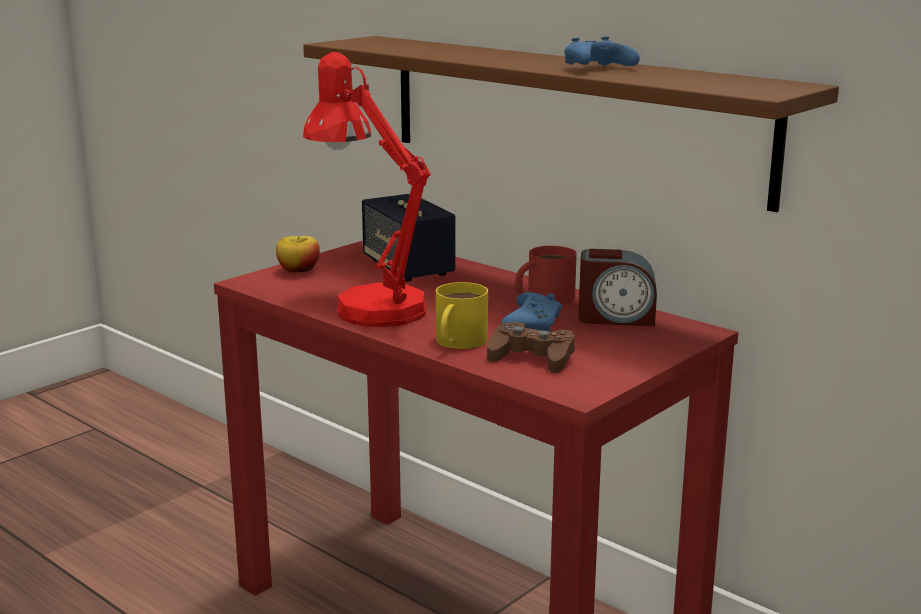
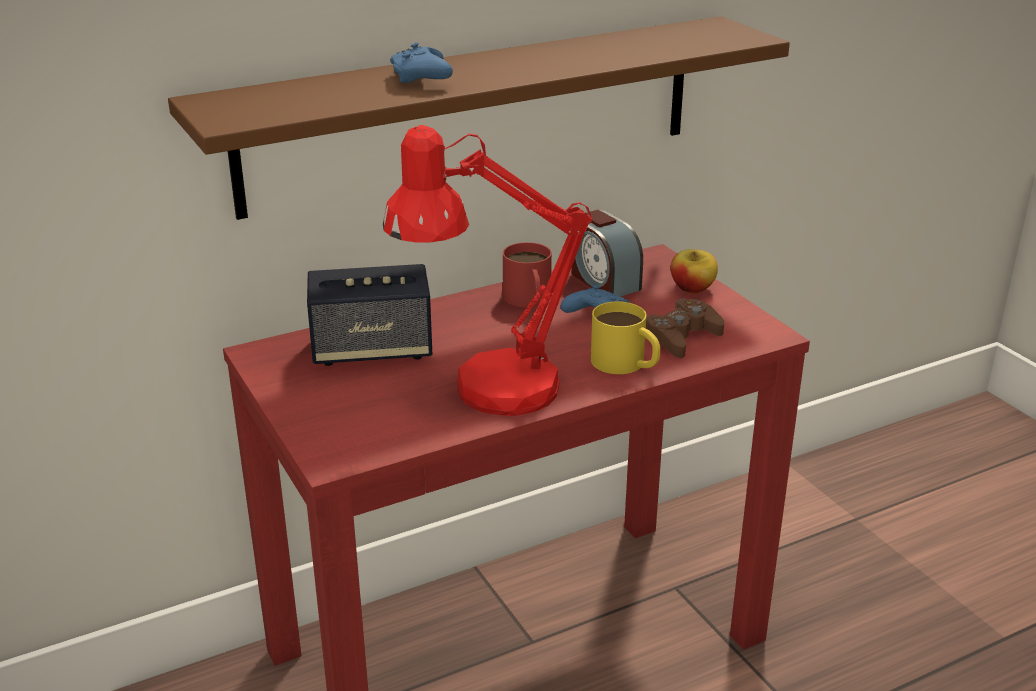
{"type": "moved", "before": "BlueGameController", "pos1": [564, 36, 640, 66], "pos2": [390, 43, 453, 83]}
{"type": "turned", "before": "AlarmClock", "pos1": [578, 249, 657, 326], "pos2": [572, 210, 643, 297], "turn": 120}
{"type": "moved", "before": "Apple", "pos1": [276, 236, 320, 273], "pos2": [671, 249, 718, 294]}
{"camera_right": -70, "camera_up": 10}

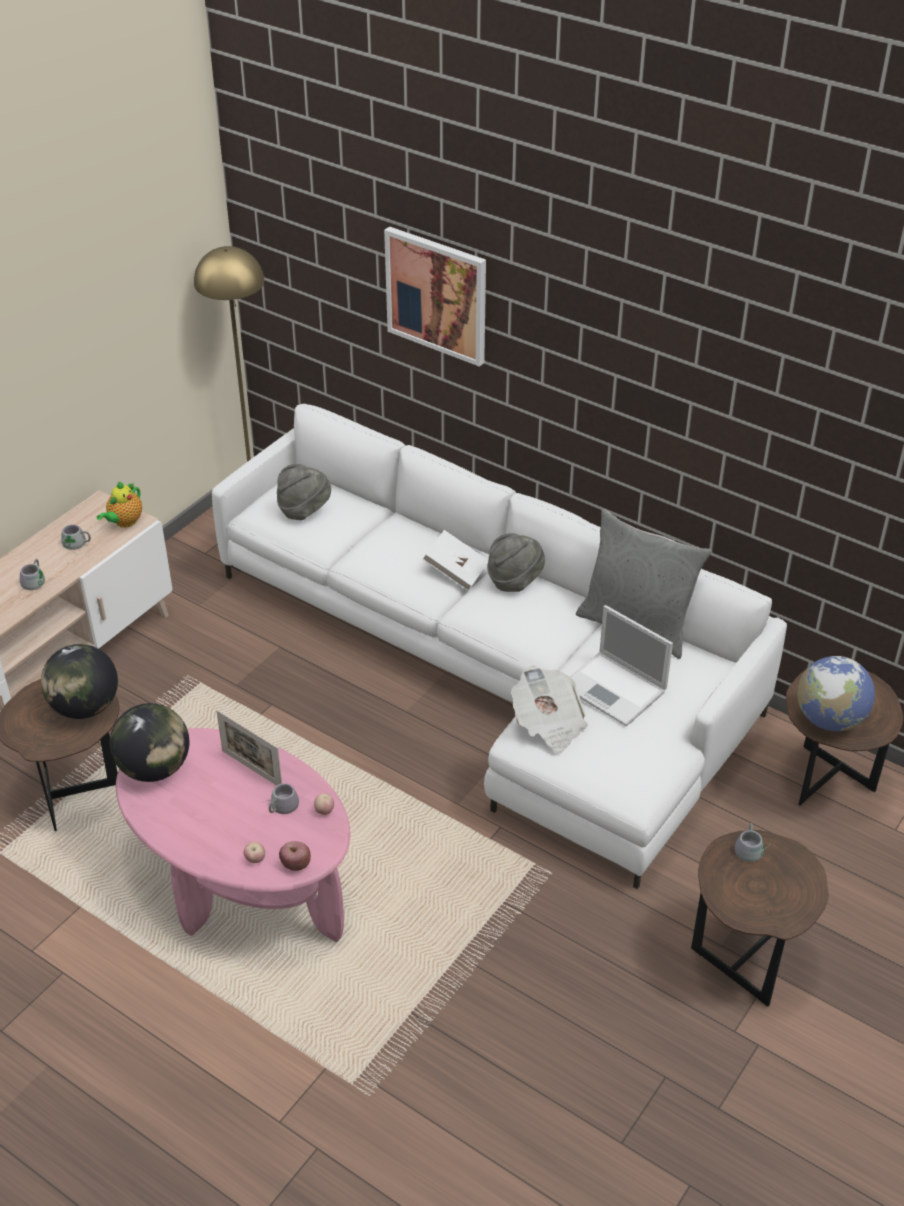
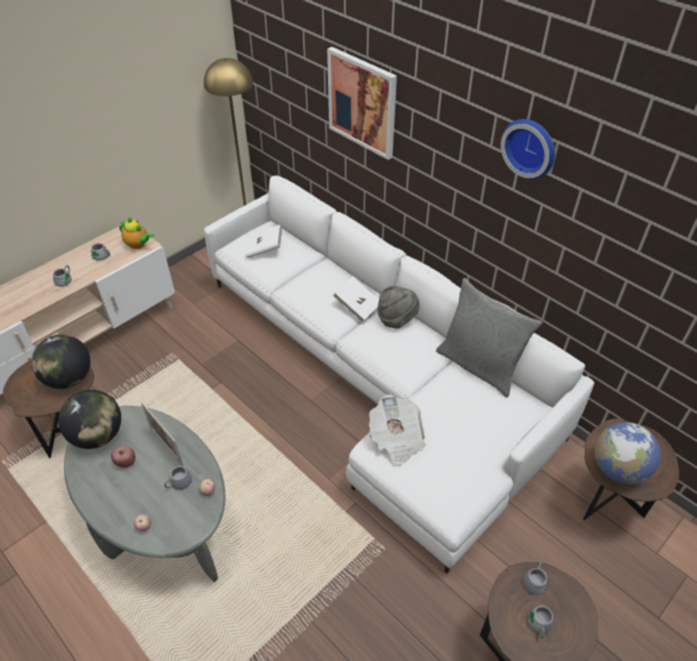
{"type": "recoloured", "before": "PinkCoffeeTable", "after": "GreyCoffeeTable", "pos1": [116, 728, 350, 942], "pos2": [64, 406, 225, 582]}
{"type": "moved", "before": "Apple", "pos1": [279, 841, 311, 871], "pos2": [111, 446, 135, 467]}
{"type": "turned", "before": "Teapot", "pos1": [97, 482, 142, 528], "pos2": [119, 217, 154, 249], "turn": -105}
{"type": "replaced", "before": "GreyHat", "after": "WhiteBook", "pos1": [277, 464, 331, 520], "pos2": [245, 225, 283, 258]}
{"type": "added", "after": "WallClock", "pos2": [501, 119, 555, 179]}
{"type": "added", "after": "GreyMug", "pos2": [521, 606, 554, 639]}
{"type": "removed", "before": "Laptop", "pos1": [570, 605, 673, 726]}
{"camera_right": 10, "camera_up": 5}

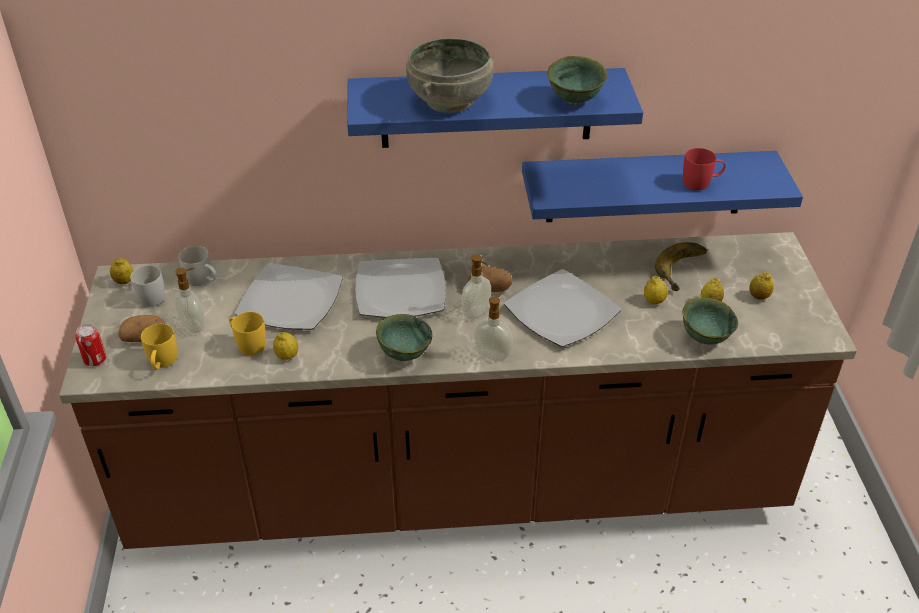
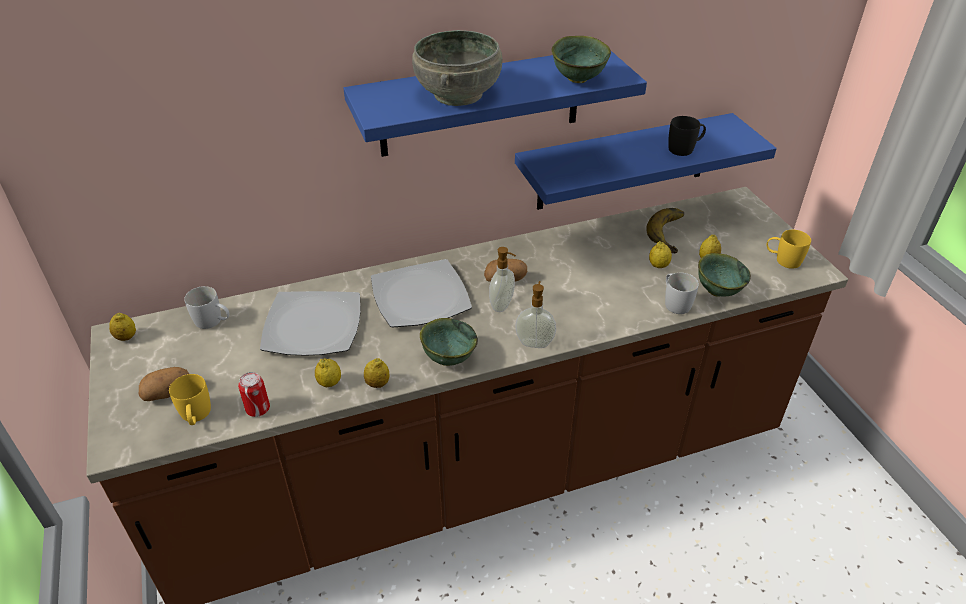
{"type": "moved", "before": "Can", "pos1": [75, 324, 106, 366], "pos2": [238, 372, 270, 417]}
{"type": "moved", "before": "Lemon", "pos1": [749, 272, 774, 300], "pos2": [364, 358, 389, 388]}
{"type": "moved", "before": "WhiteMug", "pos1": [130, 265, 165, 307], "pos2": [665, 273, 699, 314]}
{"type": "recoloured", "before": "RedMug", "after": "BlackMug", "pos1": [683, 148, 726, 190], "pos2": [668, 116, 706, 156]}
{"type": "moved", "before": "YellowMug", "pos1": [229, 312, 266, 355], "pos2": [766, 230, 811, 269]}
{"type": "removed", "before": "SoapDispenser", "pos1": [174, 268, 205, 333]}
{"type": "removed", "before": "Plate", "pos1": [504, 269, 621, 347]}
{"camera_right": -15, "camera_up": 0}

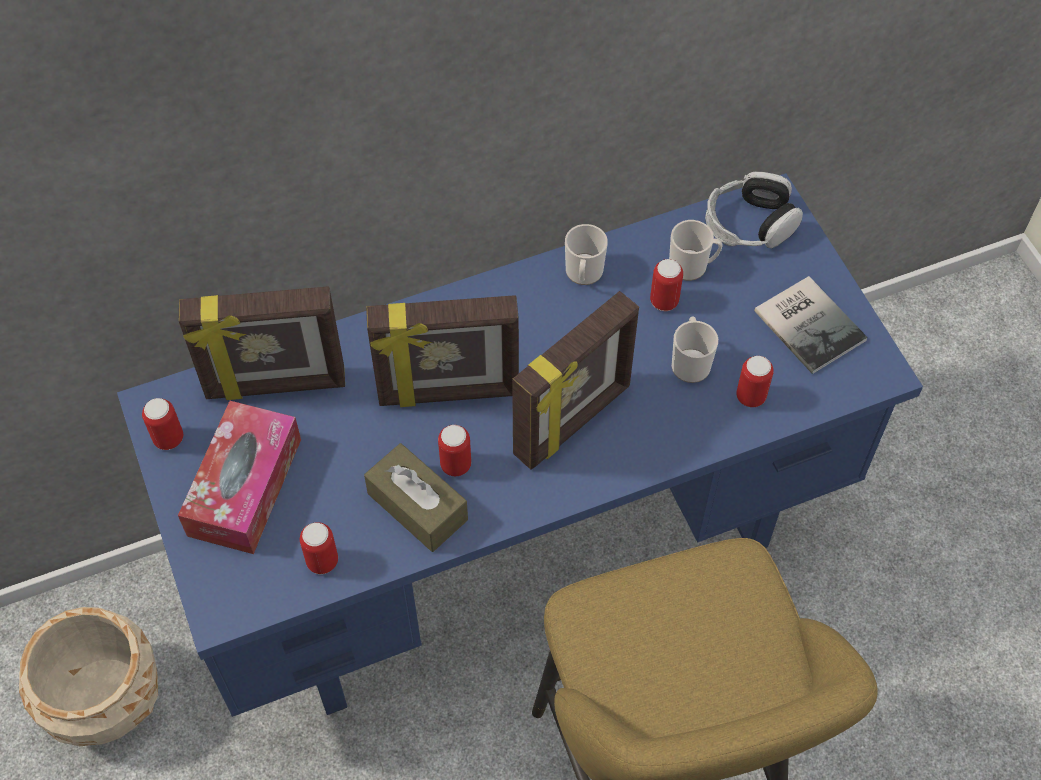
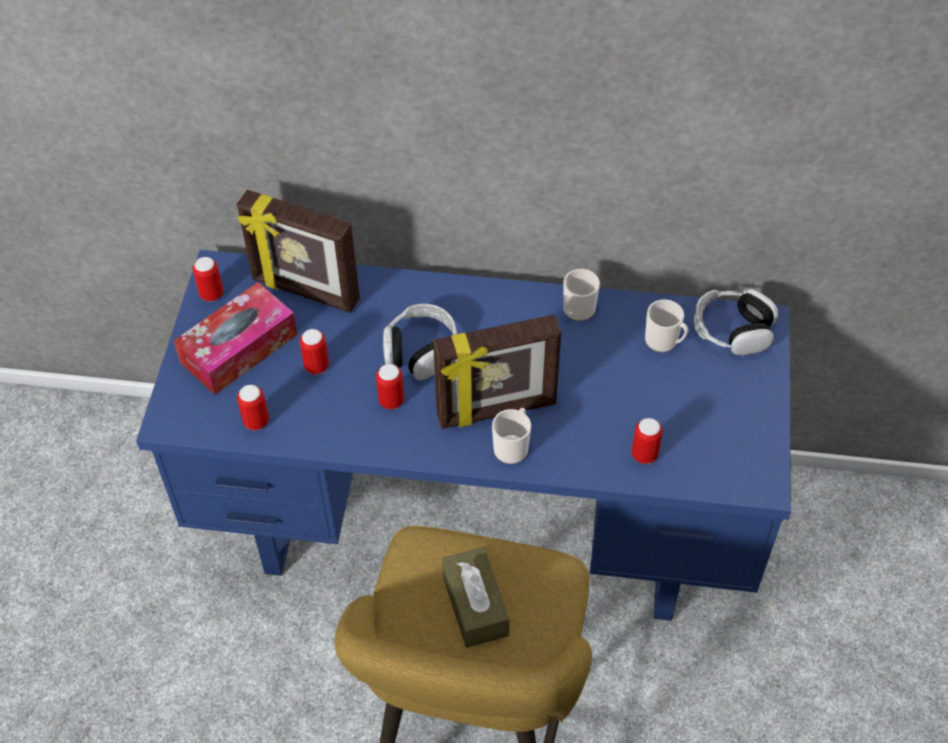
{"type": "moved", "before": "Can", "pos1": [650, 259, 683, 311], "pos2": [300, 329, 329, 375]}
{"type": "replaced", "before": "PictureFrame", "after": "Headphones", "pos1": [366, 295, 519, 407], "pos2": [383, 304, 457, 381]}
{"type": "moved", "before": "BrownTissueBox", "pos1": [364, 443, 468, 552], "pos2": [442, 547, 510, 648]}
{"type": "moved", "before": "Mug", "pos1": [672, 316, 718, 383], "pos2": [492, 408, 531, 464]}
{"type": "removed", "before": "BeigePlanter", "pos1": [19, 607, 158, 746]}
{"type": "removed", "before": "Book", "pos1": [754, 276, 868, 374]}
{"camera_right": 30, "camera_up": -5}

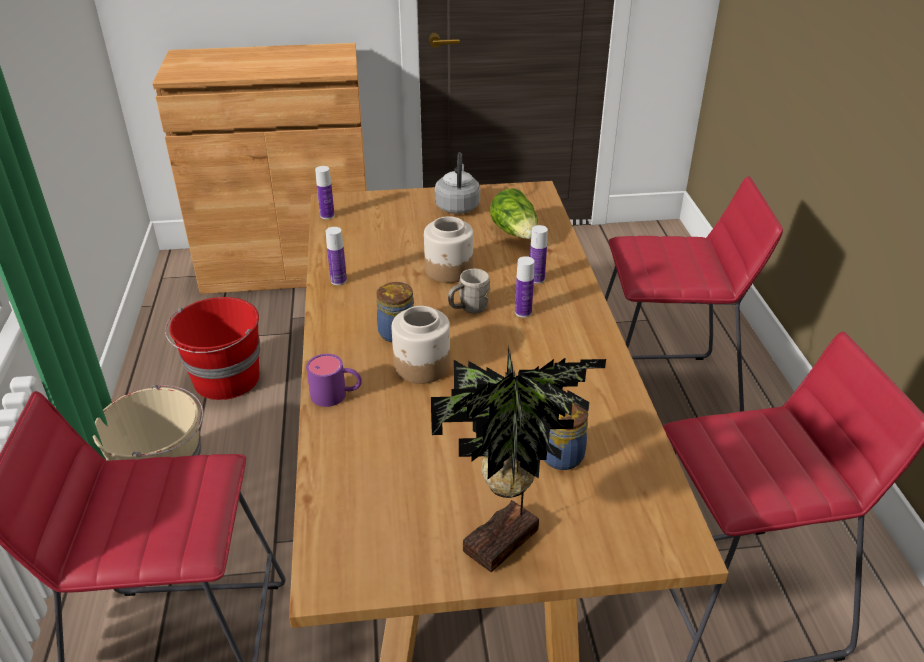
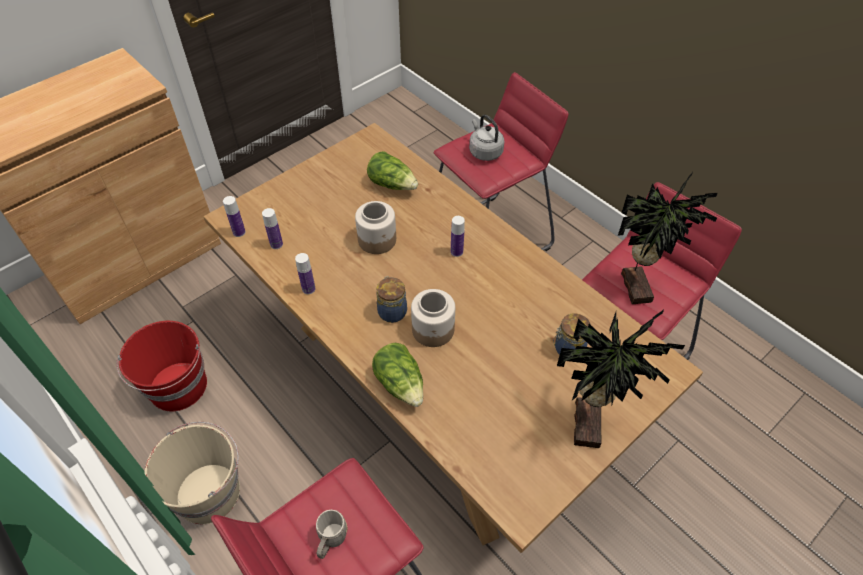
{"type": "moved", "before": "Bottle", "pos1": [530, 225, 548, 284], "pos2": [262, 208, 283, 249]}
{"type": "moved", "before": "GreyMug", "pos1": [448, 268, 491, 313], "pos2": [316, 510, 348, 559]}
{"type": "replaced", "before": "PurpleMug", "after": "Lettuce", "pos1": [306, 354, 362, 407], "pos2": [372, 343, 423, 407]}
{"type": "moved", "before": "GreyKettle", "pos1": [435, 152, 480, 214], "pos2": [469, 115, 504, 161]}
{"type": "added", "after": "PottedPlant", "pos2": [618, 172, 718, 304]}
{"camera_right": -35, "camera_up": 15}

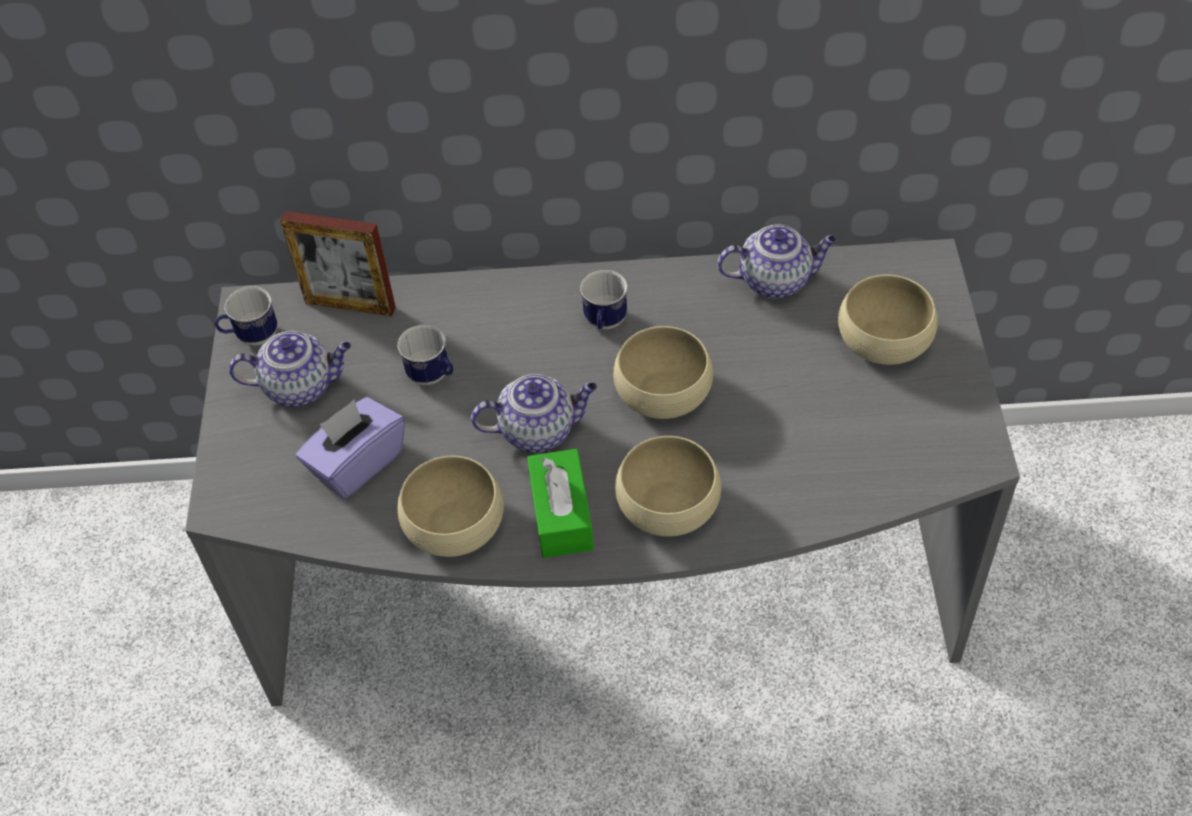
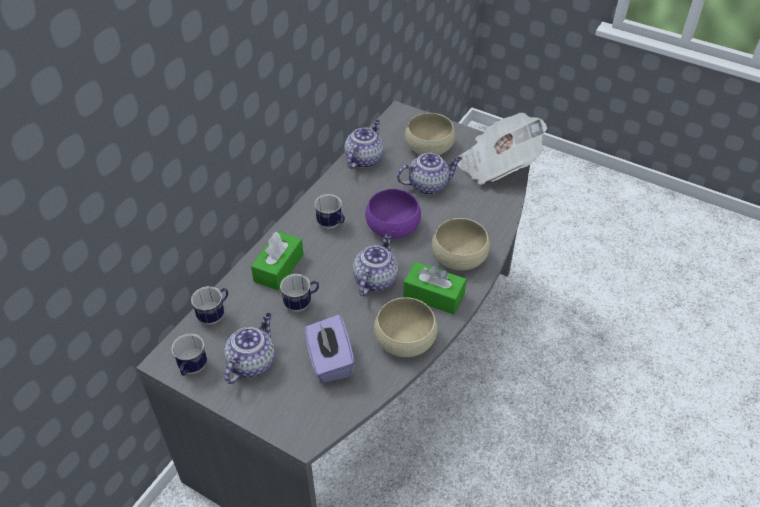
{"type": "replaced", "before": "PictureFrame", "after": "Mug", "pos1": [280, 211, 396, 316], "pos2": [191, 286, 228, 325]}
{"type": "added", "after": "GreenTissueBox", "pos2": [251, 231, 304, 290]}
{"type": "recoloured", "before": "BeigeBowl", "after": "PurpleBowl", "pos1": [613, 326, 713, 419], "pos2": [365, 189, 421, 239]}
{"type": "added", "after": "Teapot", "pos2": [397, 153, 462, 195]}
{"type": "added", "after": "Newspaper", "pos2": [457, 113, 547, 185]}
{"camera_right": -60, "camera_up": -5}

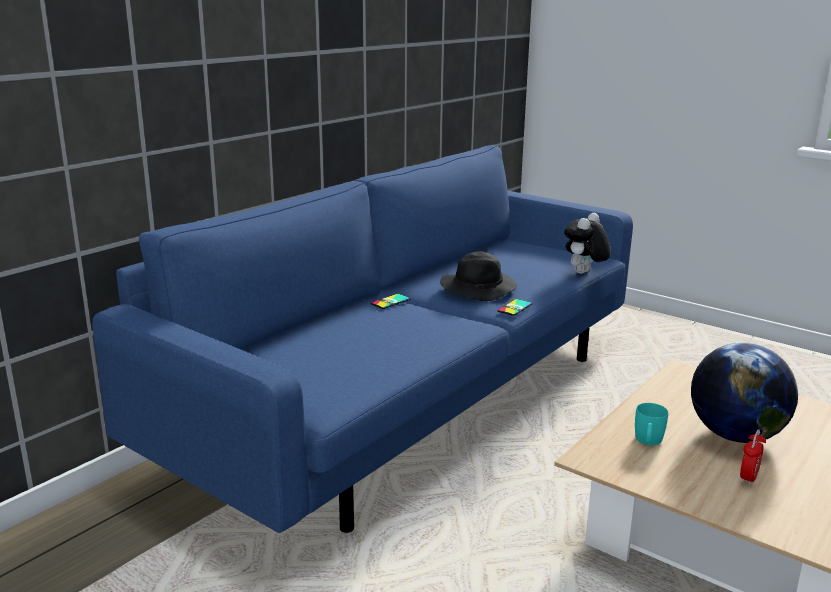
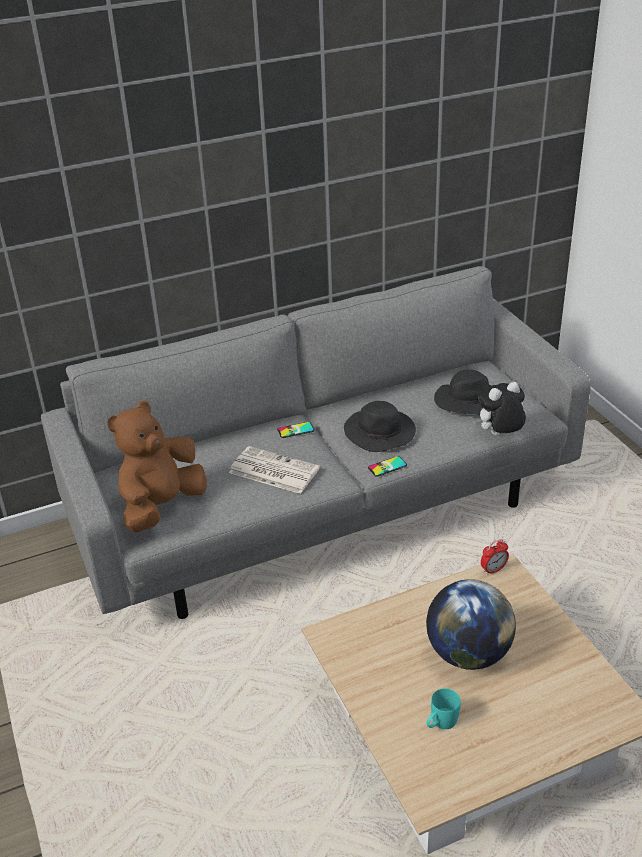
{"type": "recoloured", "before": "BlueSofa", "after": "GreySofa", "pos1": [92, 145, 633, 533], "pos2": [41, 266, 590, 619]}
{"type": "added", "after": "BrownPlushToy", "pos2": [107, 401, 207, 532]}
{"type": "added", "after": "Newspaper", "pos2": [229, 446, 320, 494]}
{"type": "moved", "before": "TurquoiseMug", "pos1": [635, 403, 668, 445], "pos2": [427, 688, 461, 729]}
{"type": "added", "after": "BlackHat", "pos2": [434, 369, 492, 415]}
{"type": "moved", "before": "AlarmClock", "pos1": [740, 429, 766, 486], "pos2": [481, 539, 509, 575]}
{"camera_right": 30, "camera_up": 15}

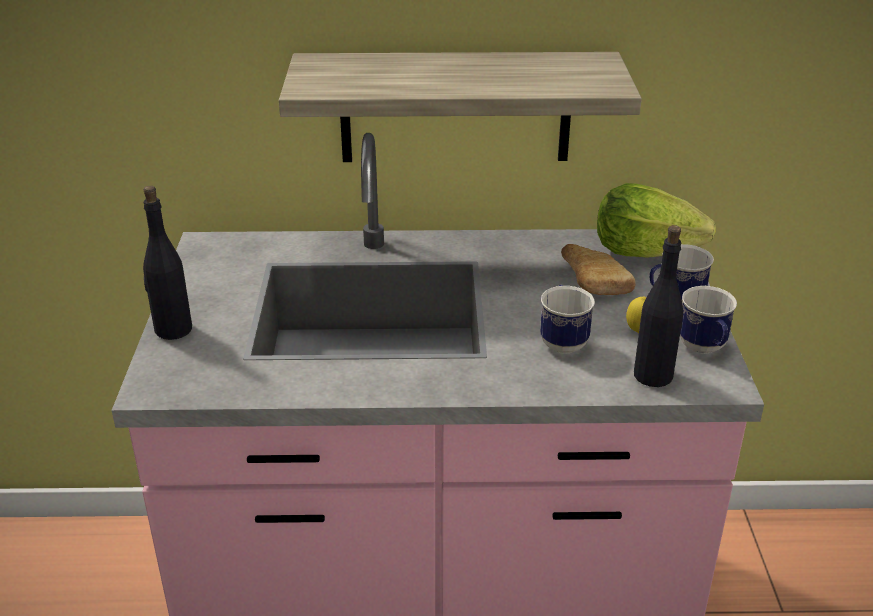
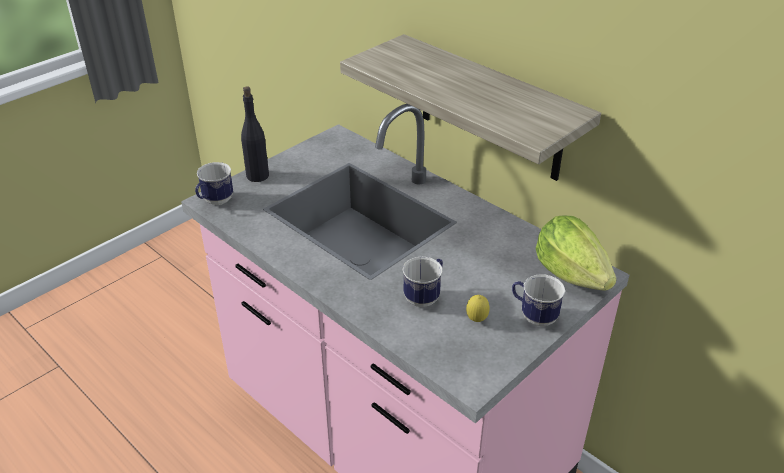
{"type": "moved", "before": "Mug", "pos1": [680, 286, 737, 354], "pos2": [195, 162, 233, 205]}
{"type": "removed", "before": "Bread", "pos1": [561, 244, 636, 295]}
{"type": "removed", "before": "BlackBottle", "pos1": [634, 225, 683, 387]}
{"camera_right": 45, "camera_up": 5}

